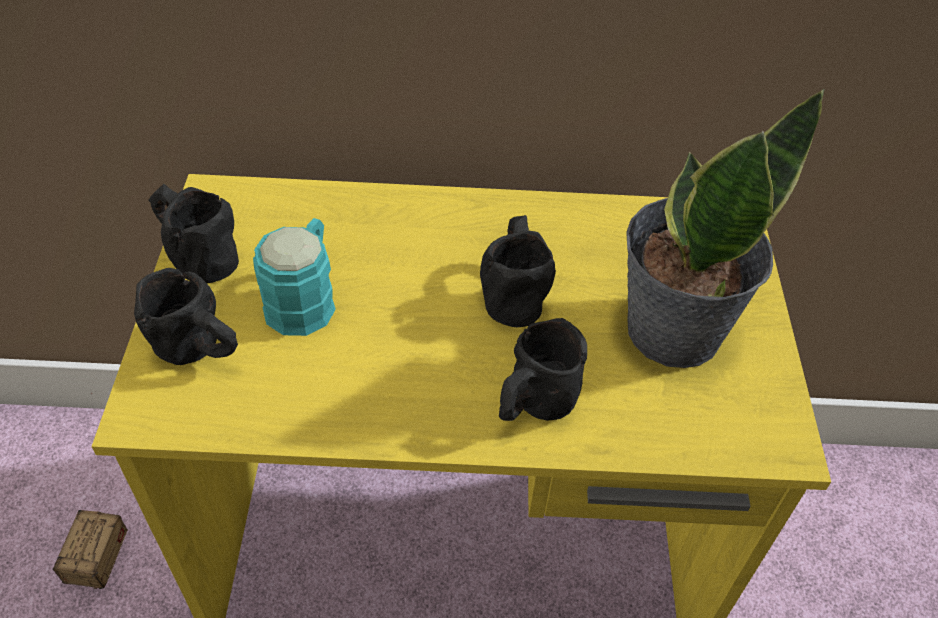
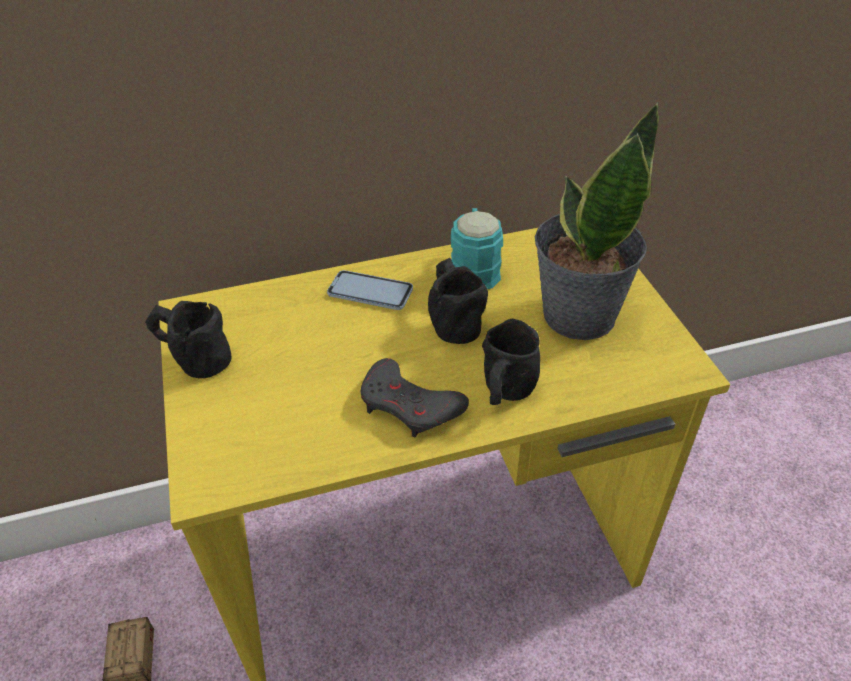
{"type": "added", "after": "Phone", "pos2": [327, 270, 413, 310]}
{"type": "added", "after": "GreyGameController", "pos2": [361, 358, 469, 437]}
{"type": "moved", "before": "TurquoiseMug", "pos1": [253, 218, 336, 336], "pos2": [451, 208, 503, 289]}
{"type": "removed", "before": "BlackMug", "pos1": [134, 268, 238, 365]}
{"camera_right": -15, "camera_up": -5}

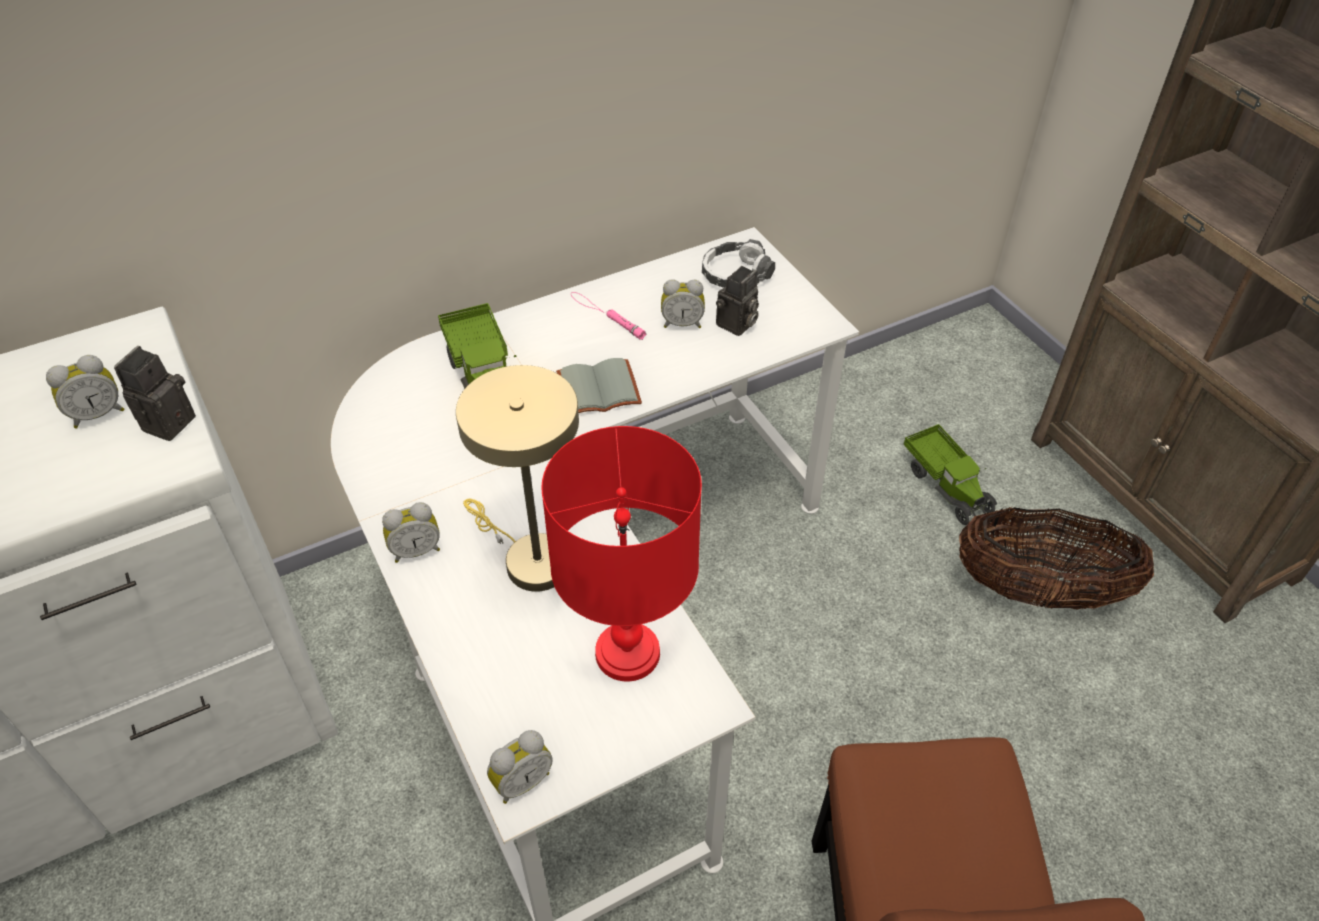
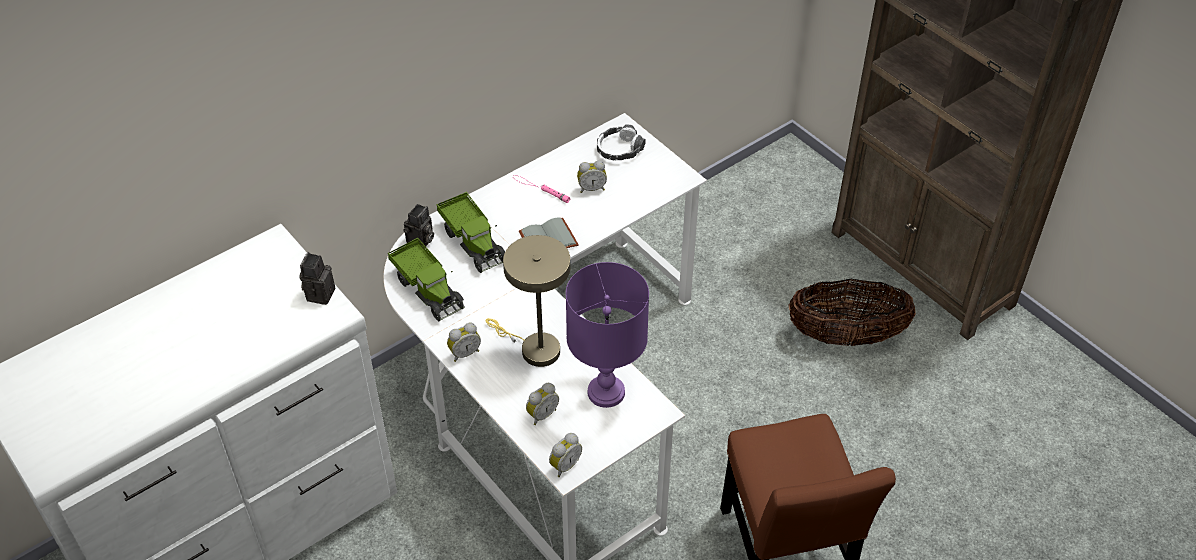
{"type": "moved", "before": "ToyTruck", "pos1": [903, 424, 997, 525], "pos2": [388, 238, 465, 321]}
{"type": "moved", "before": "PhotoCamera", "pos1": [716, 266, 759, 336], "pos2": [403, 204, 434, 246]}
{"type": "moved", "before": "AlarmClock", "pos1": [46, 355, 124, 428], "pos2": [526, 383, 559, 425]}
{"type": "recoloured", "before": "RedTableLamp", "after": "PurpleTableLamp", "pos1": [541, 426, 702, 682], "pos2": [566, 262, 649, 408]}
{"camera_right": -10, "camera_up": 0}

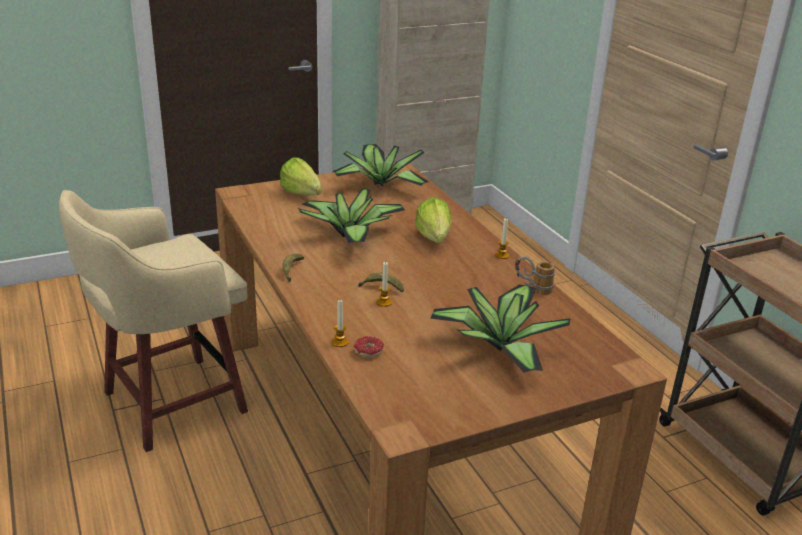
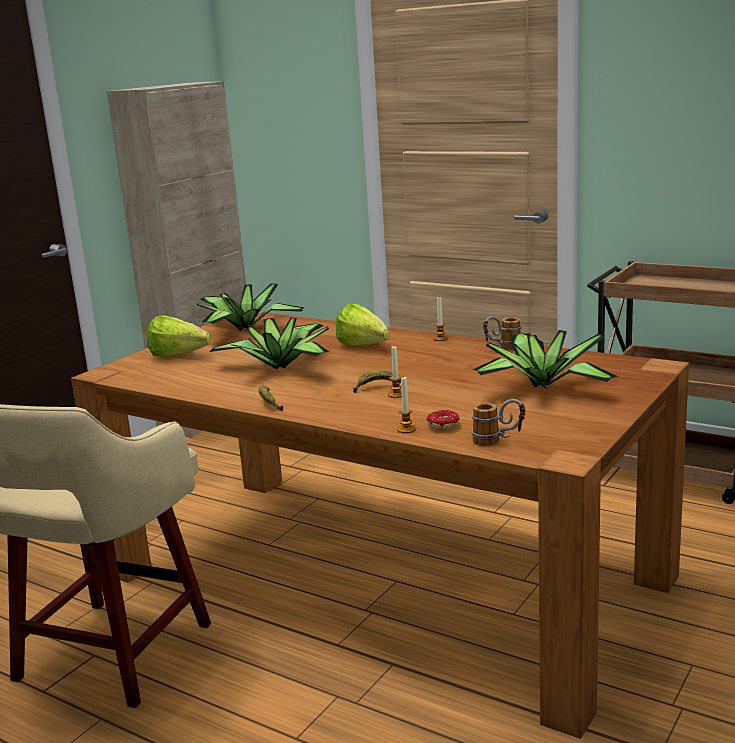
{"type": "added", "after": "Mug", "pos2": [472, 399, 525, 447]}
{"camera_right": -30, "camera_up": -10}

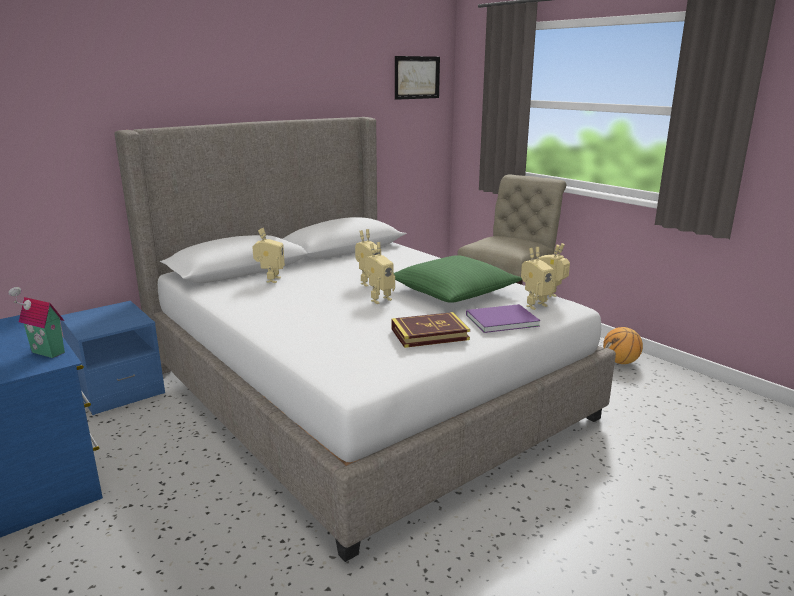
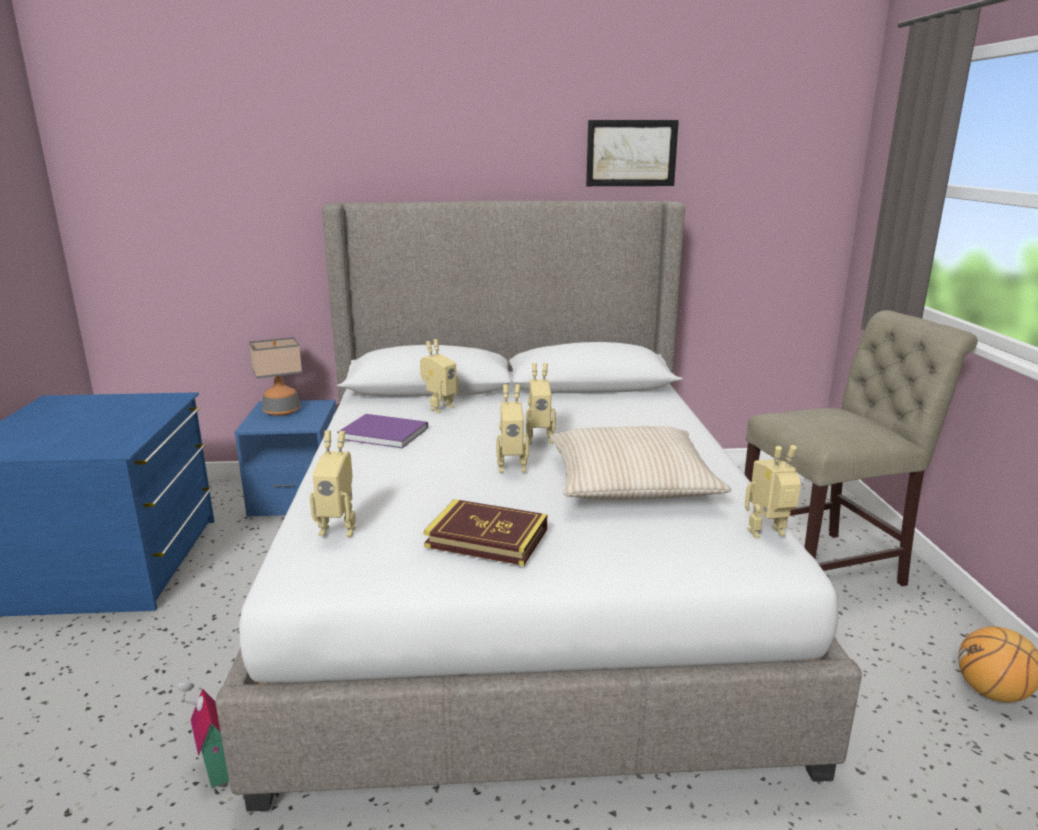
{"type": "moved", "before": "ToyHouse", "pos1": [8, 287, 65, 358], "pos2": [176, 677, 229, 788]}
{"type": "added", "after": "TableLamp", "pos2": [249, 337, 302, 416]}
{"type": "moved", "before": "ToyRobot", "pos1": [521, 247, 553, 310], "pos2": [310, 431, 356, 537]}
{"type": "moved", "before": "PurpleBook", "pos1": [466, 304, 541, 333], "pos2": [337, 414, 428, 448]}
{"type": "recoloured", "before": "GreenPillow", "after": "BeigePillow", "pos1": [394, 255, 522, 303], "pos2": [550, 426, 732, 500]}
{"type": "moved", "before": "Picture", "pos1": [395, 56, 440, 100], "pos2": [586, 120, 679, 186]}
{"camera_right": 35, "camera_up": 0}

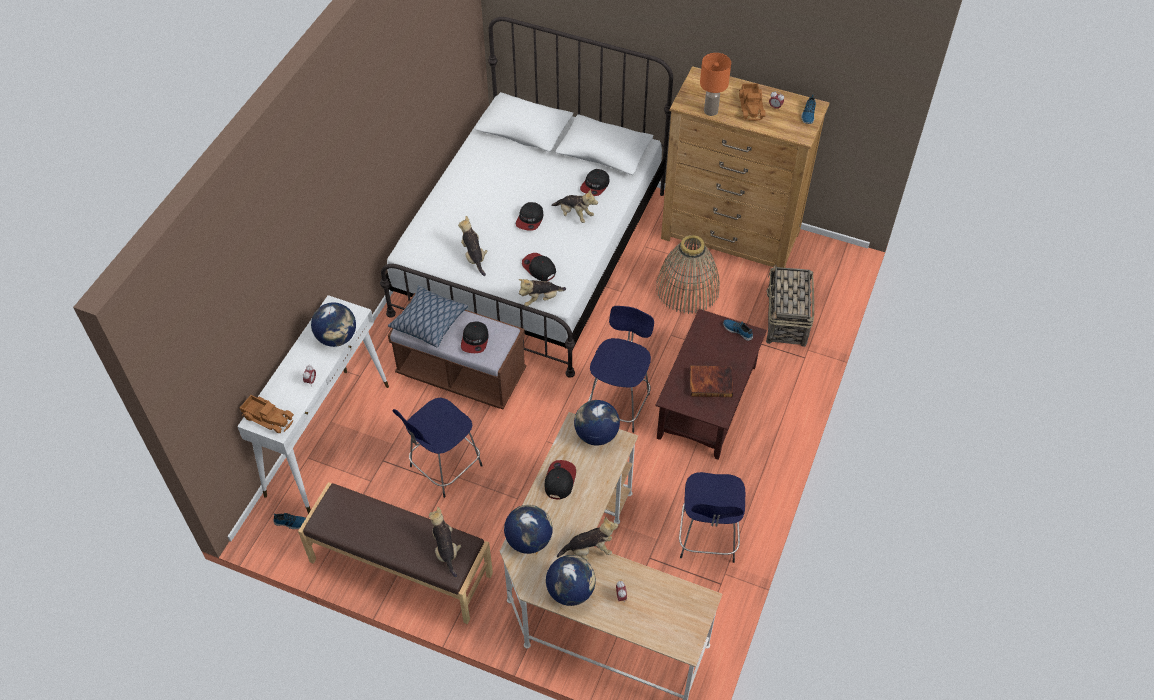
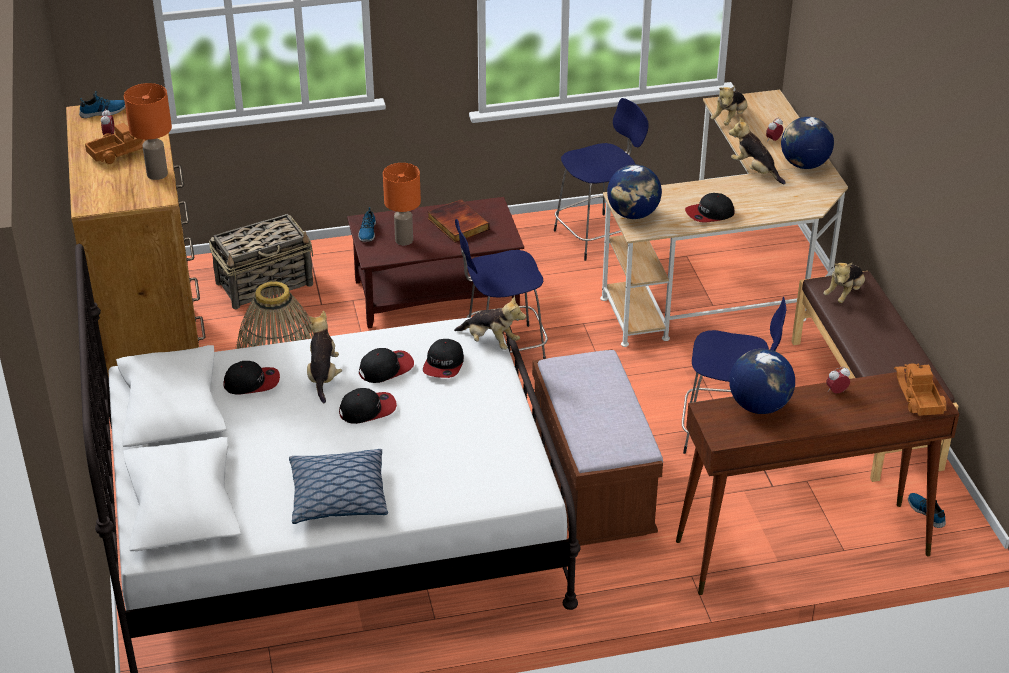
{"type": "moved", "before": "Pillow", "pos1": [388, 285, 468, 347], "pos2": [289, 449, 388, 524]}
{"type": "moved", "before": "Cap", "pos1": [461, 321, 488, 353], "pos2": [359, 348, 414, 383]}
{"type": "added", "after": "OrangeTableLamp", "pos2": [383, 163, 421, 245]}
{"type": "recoloured", "before": "WhiteConsoleTable", "after": "BrownConsoleTable", "pos1": [237, 295, 389, 514], "pos2": [676, 371, 959, 595]}
{"type": "moved", "before": "PlushToy", "pos1": [458, 216, 488, 276], "pos2": [711, 86, 748, 125]}
{"type": "removed", "before": "Globe", "pos1": [504, 505, 553, 554]}
{"camera_right": -125, "camera_up": -15}

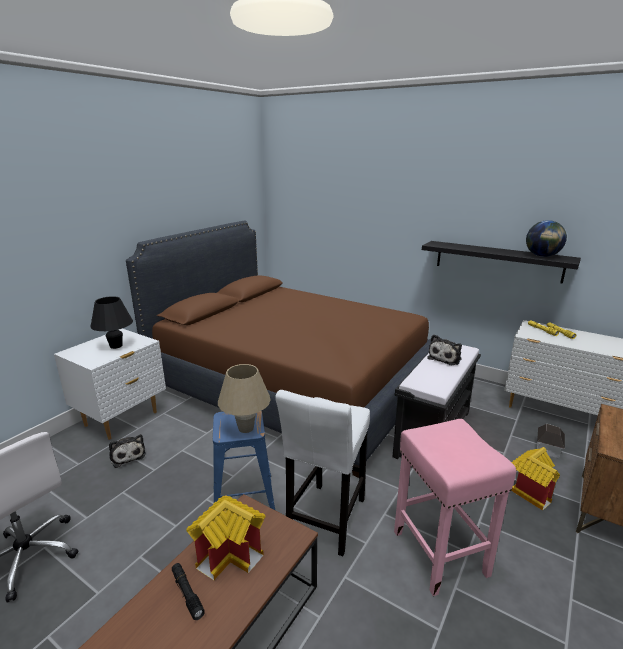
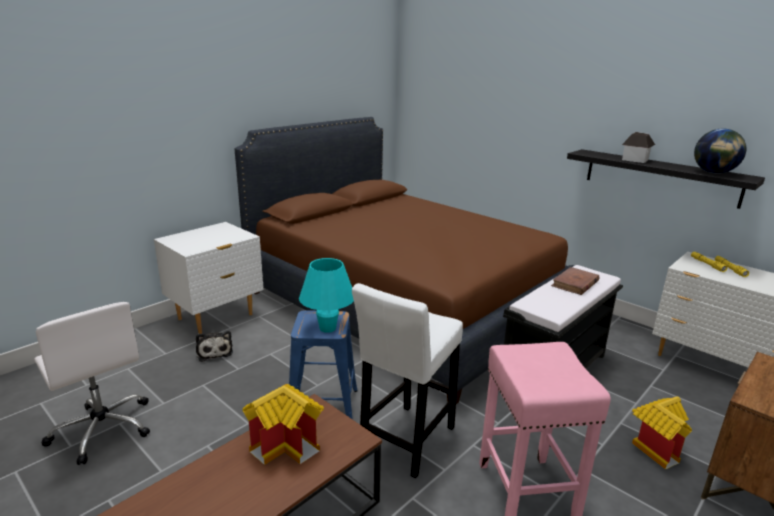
{"type": "recoloured", "before": "BeigeTableLamp", "after": "TurquoiseTableLamp", "pos1": [218, 364, 271, 433], "pos2": [299, 258, 354, 333]}
{"type": "replaced", "before": "PlushToy", "after": "BrownBook", "pos1": [427, 334, 462, 365], "pos2": [551, 267, 600, 295]}
{"type": "moved", "before": "ToyHouse", "pos1": [537, 424, 565, 458], "pos2": [622, 132, 655, 163]}
{"type": "removed", "before": "BlackTableLamp", "pos1": [90, 296, 133, 349]}
{"type": "removed", "before": "BlackFlashlight", "pos1": [172, 563, 205, 620]}
{"camera_right": 10, "camera_up": 0}

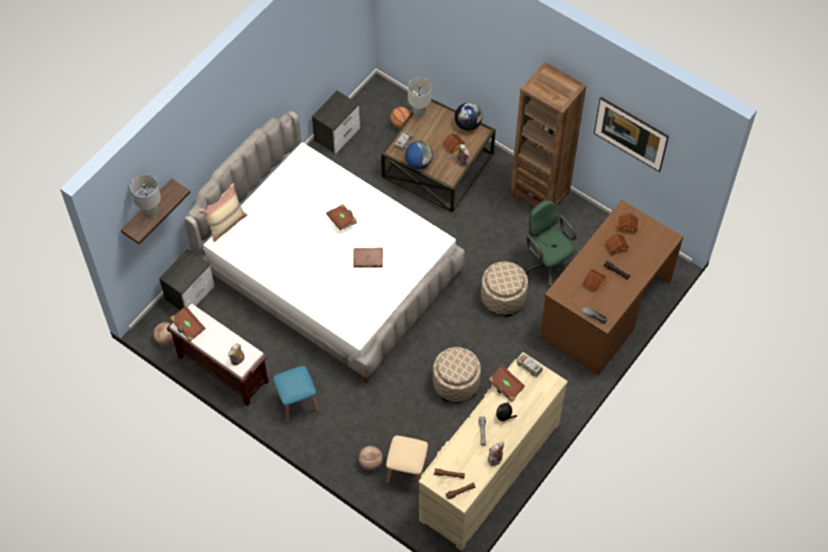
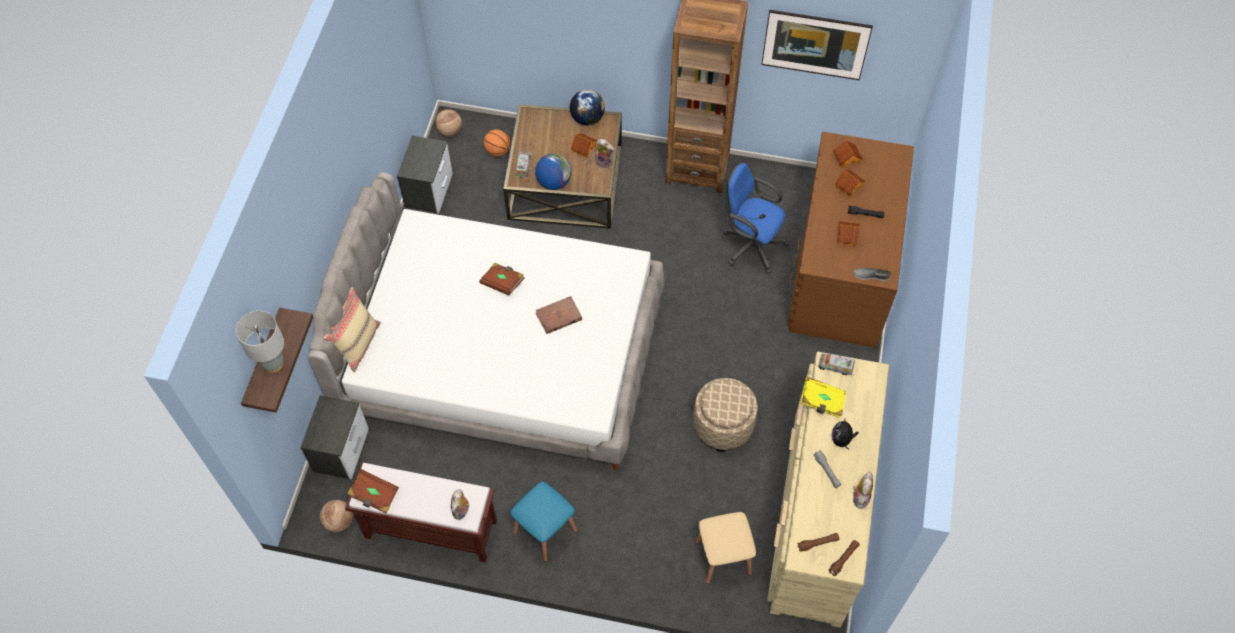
{"type": "moved", "before": "Basketball", "pos1": [358, 446, 383, 470], "pos2": [435, 109, 462, 137]}
{"type": "recoloured", "before": "GreenOfficeChair", "after": "BlueOfficeChair", "pos1": [524, 200, 576, 289], "pos2": [723, 163, 789, 274]}
{"type": "recoloured", "before": "BrownBook", "after": "YellowBook", "pos1": [488, 365, 525, 402], "pos2": [801, 377, 846, 418]}
{"type": "removed", "before": "GreyTableLamp", "pos1": [408, 77, 431, 118]}
{"type": "removed", "before": "BeigeOttoman", "pos1": [481, 261, 528, 317]}
{"camera_right": -25, "camera_up": 0}

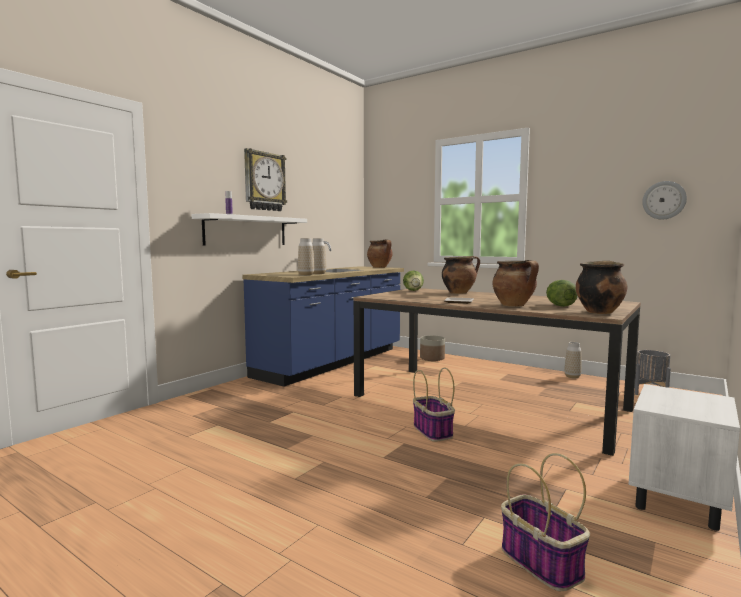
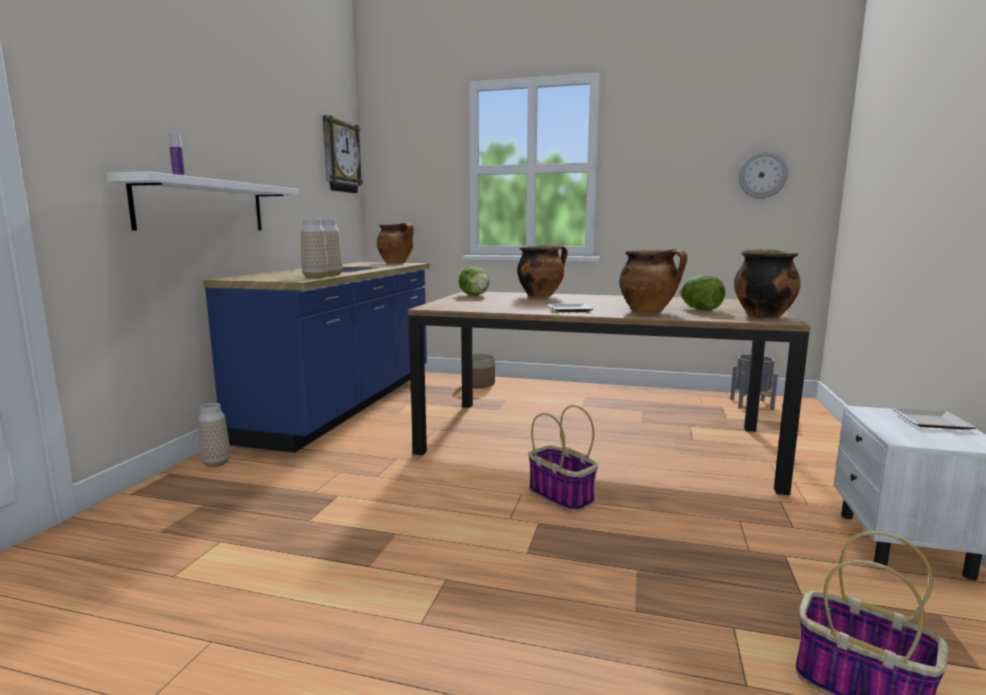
{"type": "moved", "before": "Vase", "pos1": [564, 342, 582, 378], "pos2": [198, 403, 230, 467]}
{"type": "moved", "before": "WallClock", "pos1": [244, 148, 287, 211], "pos2": [323, 115, 363, 193]}
{"type": "added", "after": "Plate", "pos2": [892, 408, 976, 429]}
{"camera_right": -20, "camera_up": 5}

